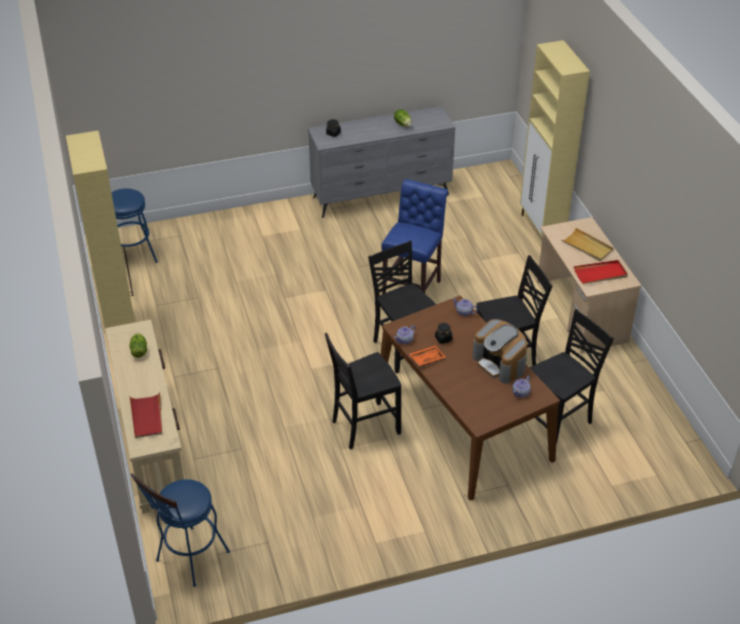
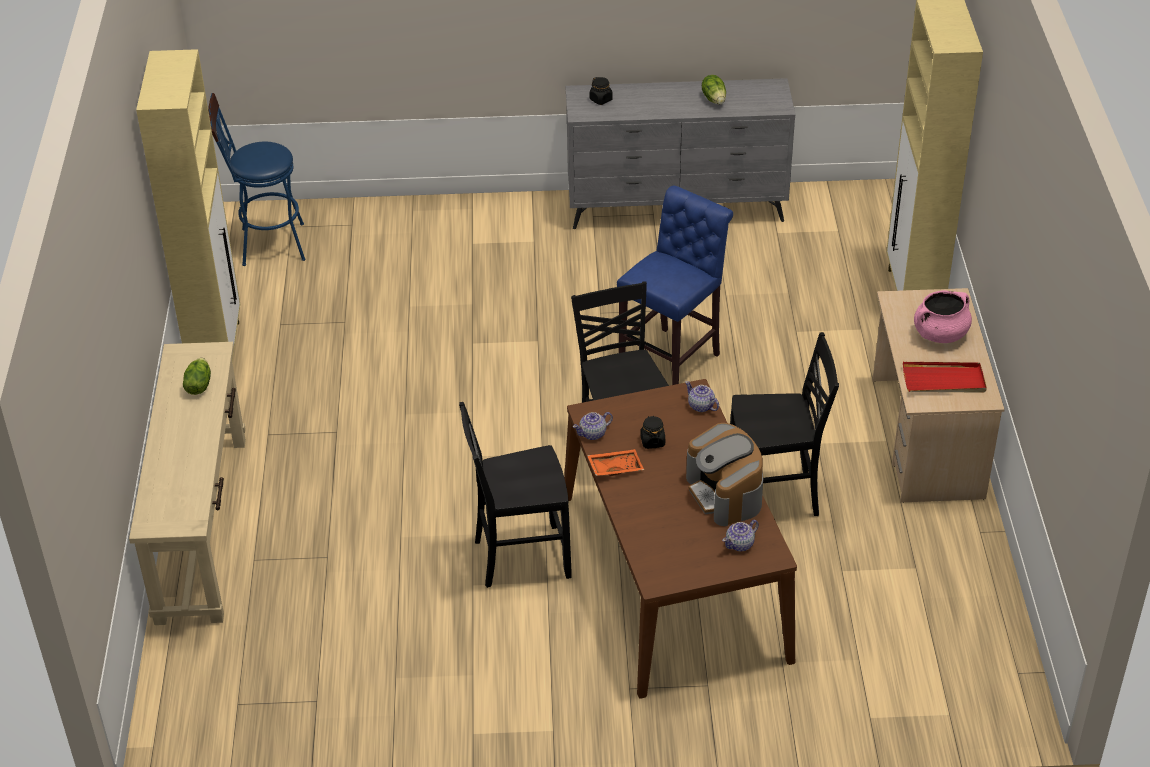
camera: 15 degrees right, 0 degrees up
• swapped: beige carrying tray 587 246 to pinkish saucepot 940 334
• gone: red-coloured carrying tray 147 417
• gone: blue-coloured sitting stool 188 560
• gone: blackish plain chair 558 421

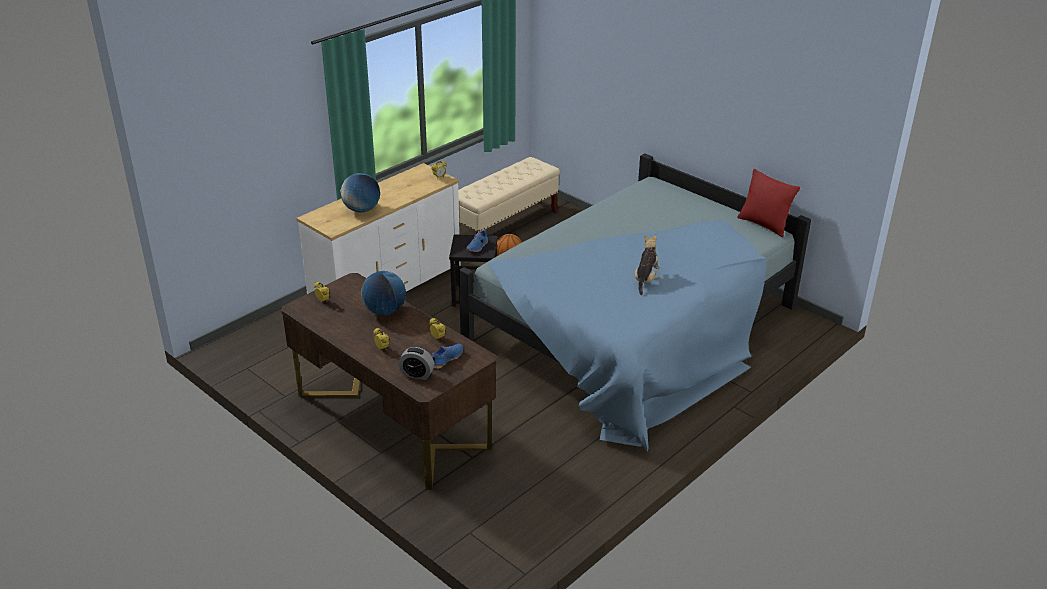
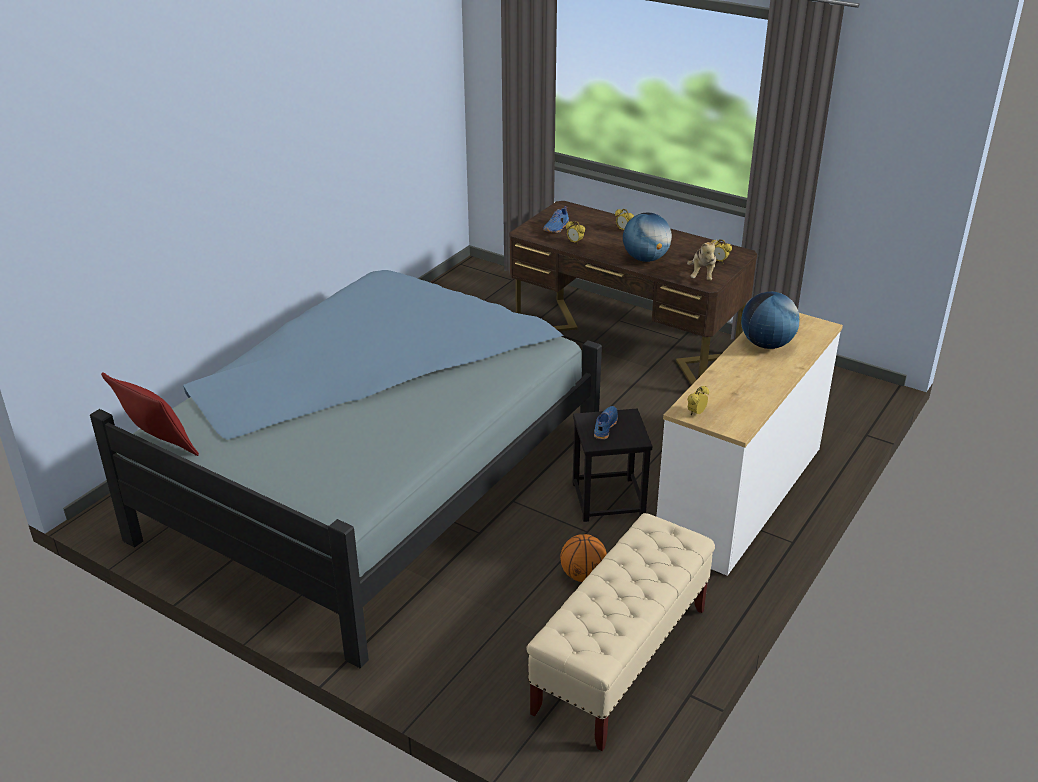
camera: 170 degrees right, 0 degrees up
• shifted: cuddly toy 646 279 to 702 275
• gone: table clock 416 374

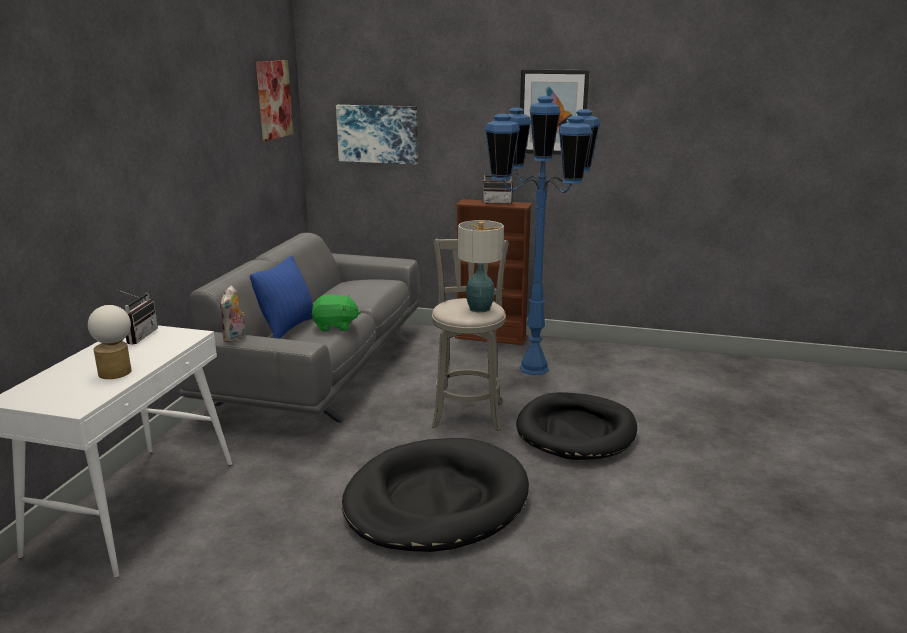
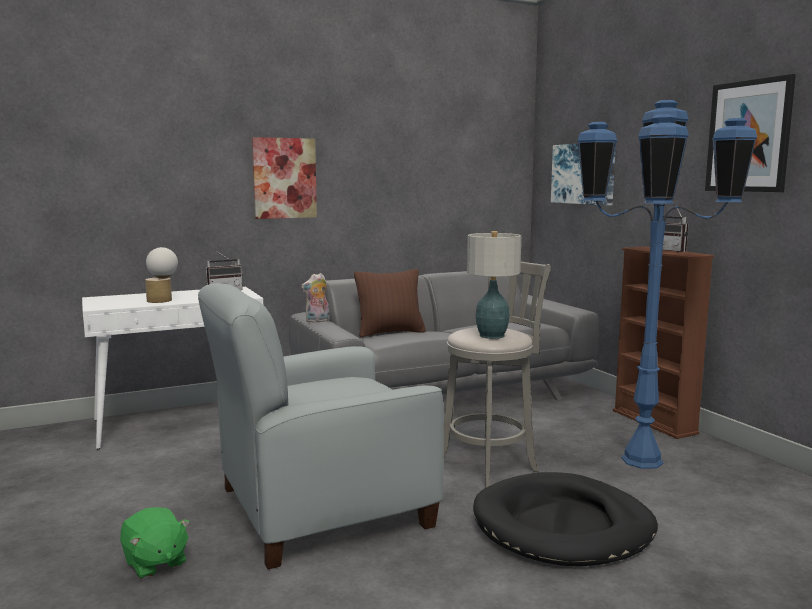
camera: 50 degrees right, 10 degrees down
• shifted: greenish cuddly toy 335 326 to 155 563
• swapped: blackish pet bed 436 501 to greyish lounge chair 319 507
• shifted: wall picture 273 99 to 284 178
• repainted: blue-coloured throw pillow 288 327 to brown-coloured throw pillow 390 333

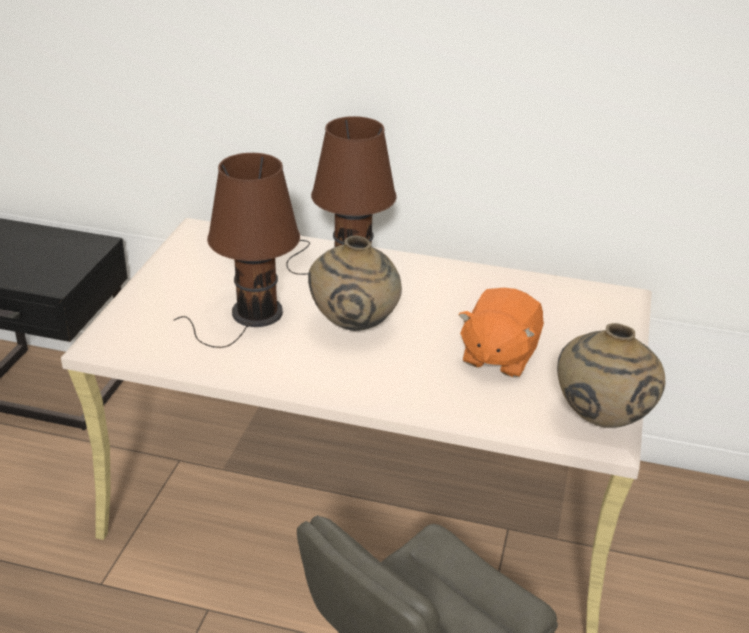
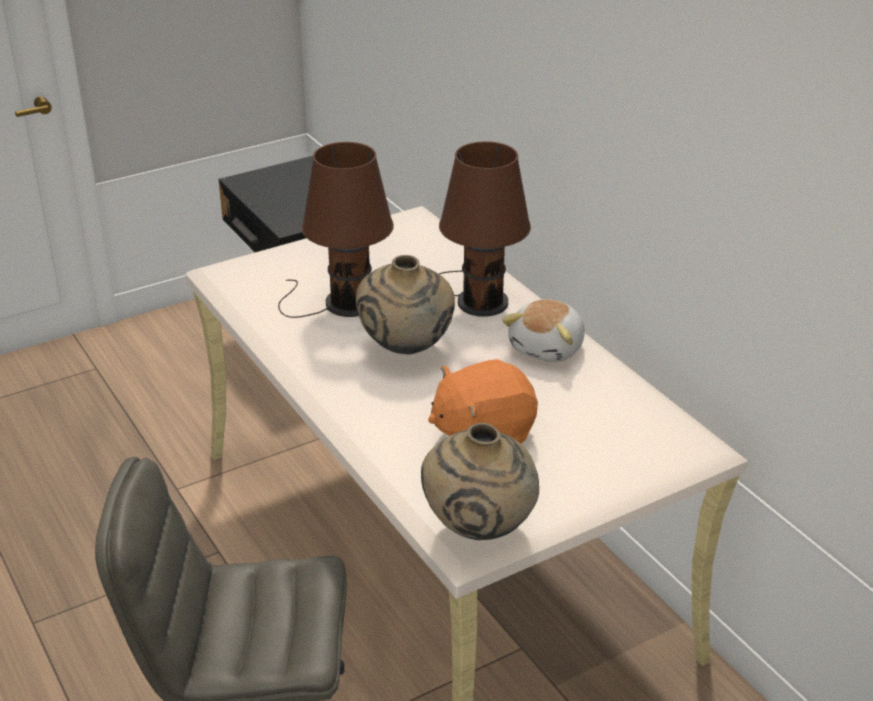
camera: 45 degrees right, 0 degrees up
• new: cuddly toy 548 348

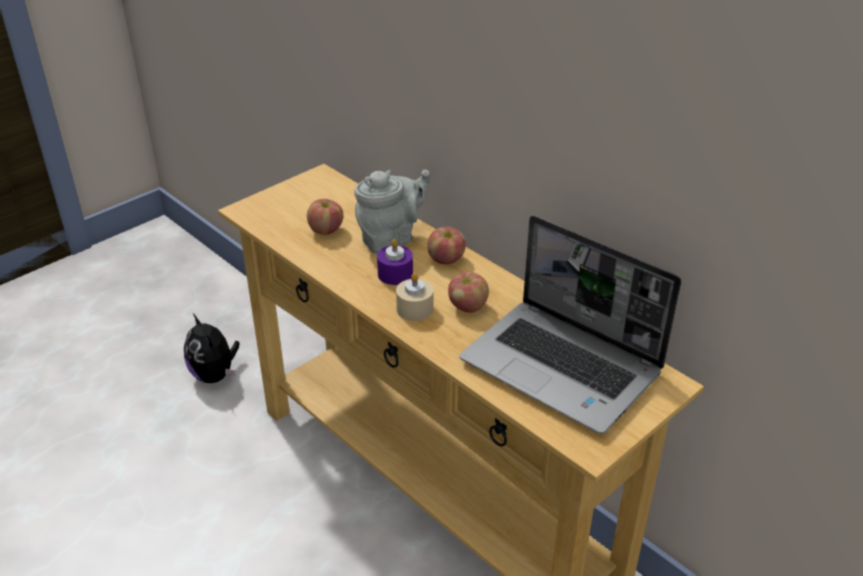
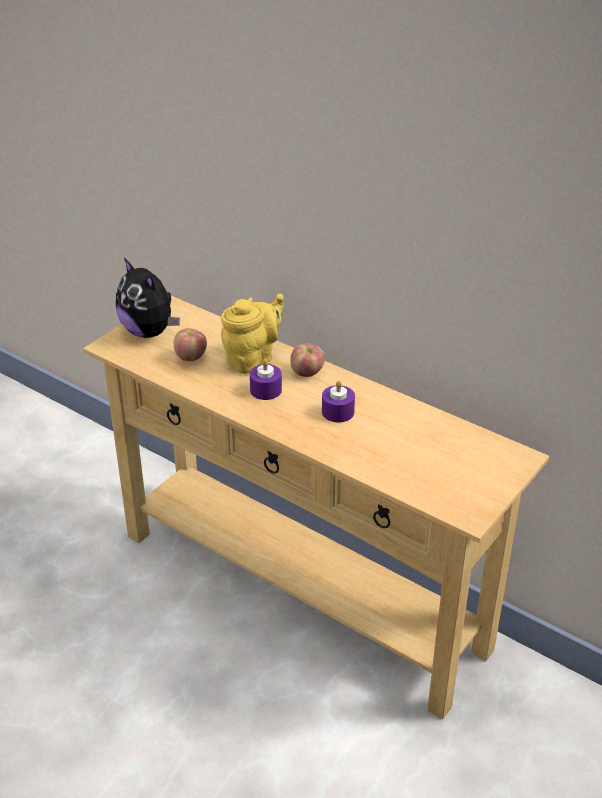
camera: 10 degrees left, 0 degrees up
• shifted: cuddly toy 215 375 to 149 332
• repainted: greyish pot for tea 391 239 to yellow pot for tea 252 358
• swapped: apple 468 307 to purplish wax light 338 412
• gone: beige wax light 415 309
• gone: portable computer 563 367

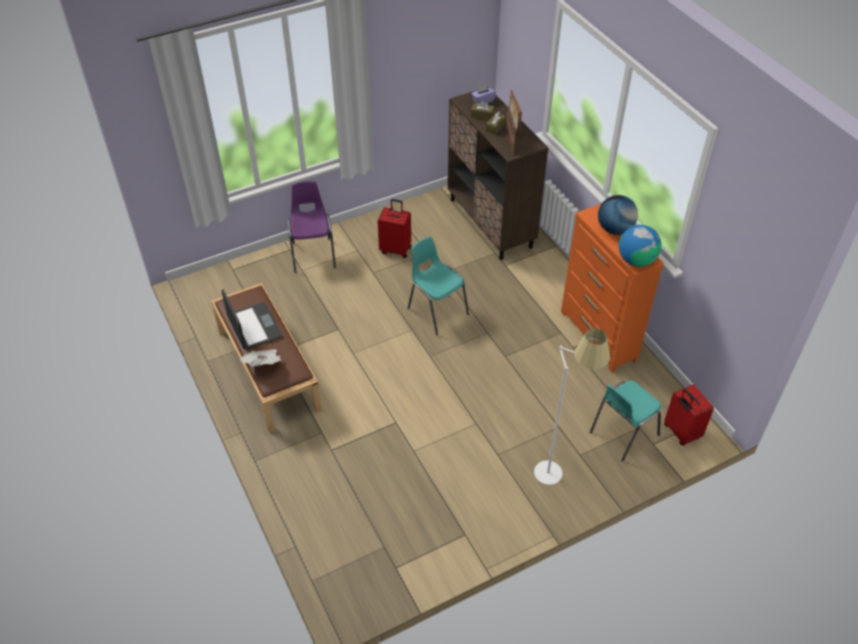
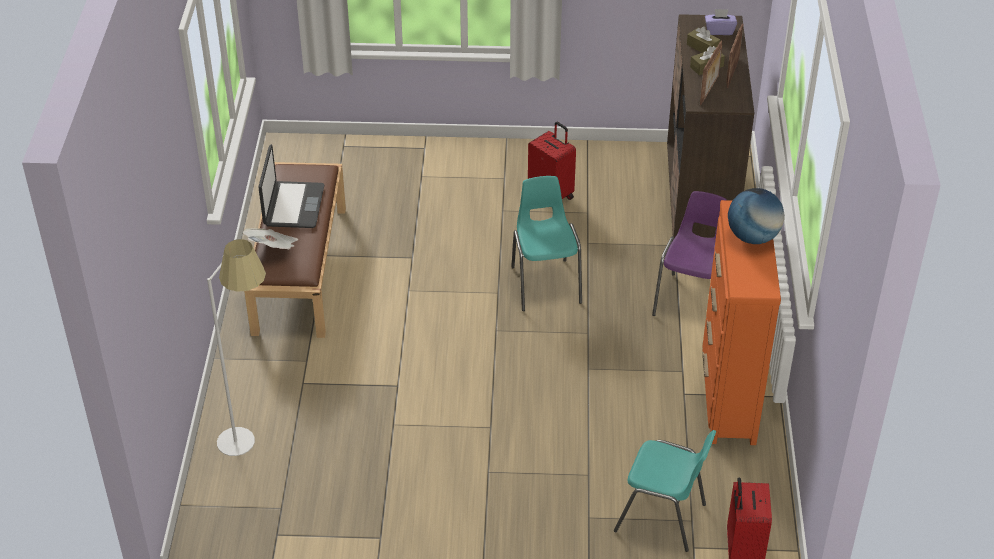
camera: 30 degrees right, 5 degrees down
• shifted: white-coloured standing lamp 559 467 to 253 442
• rotated: turquoise plain chair 622 434 = 662 518 150 degrees counterclockwise
• shifted: purplish plain chair 313 254 to 691 300
• gone: world globe 636 260

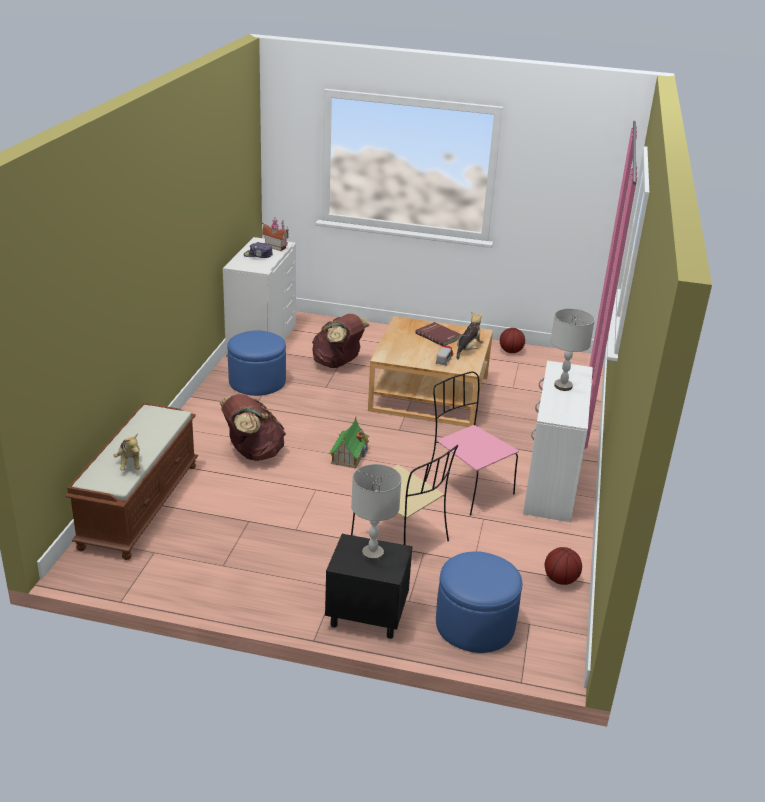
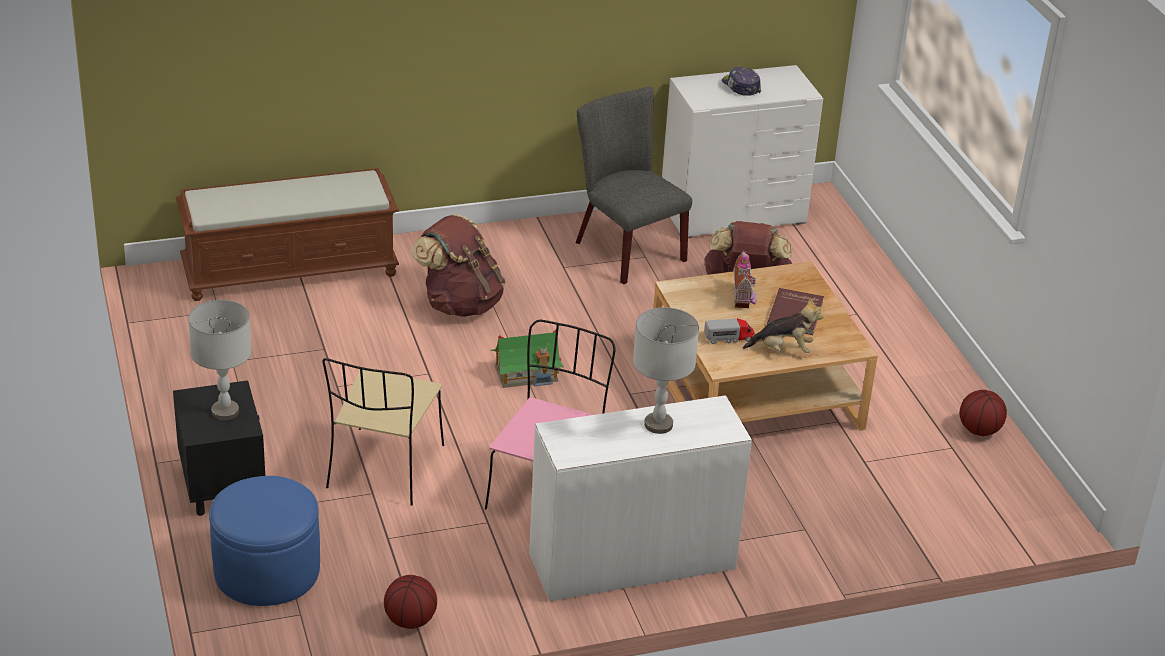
camera: 60 degrees right, 5 degrees up
• swapped: blue-coloured pouffe 257 382 to greyish plain chair 624 248
• shifted: miniature house 276 247 to 744 298
• gone: cuddly toy 130 464

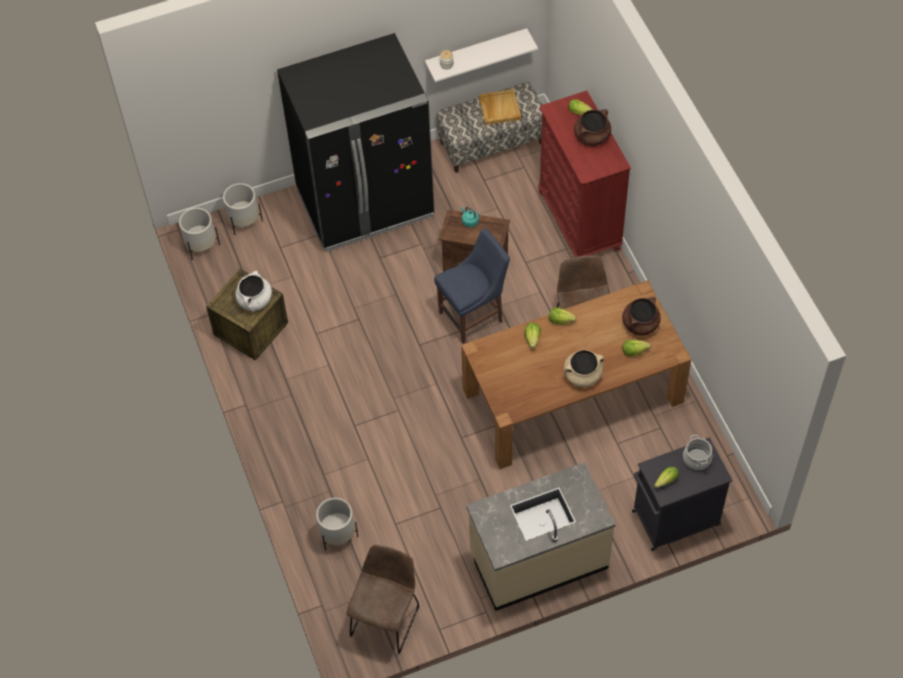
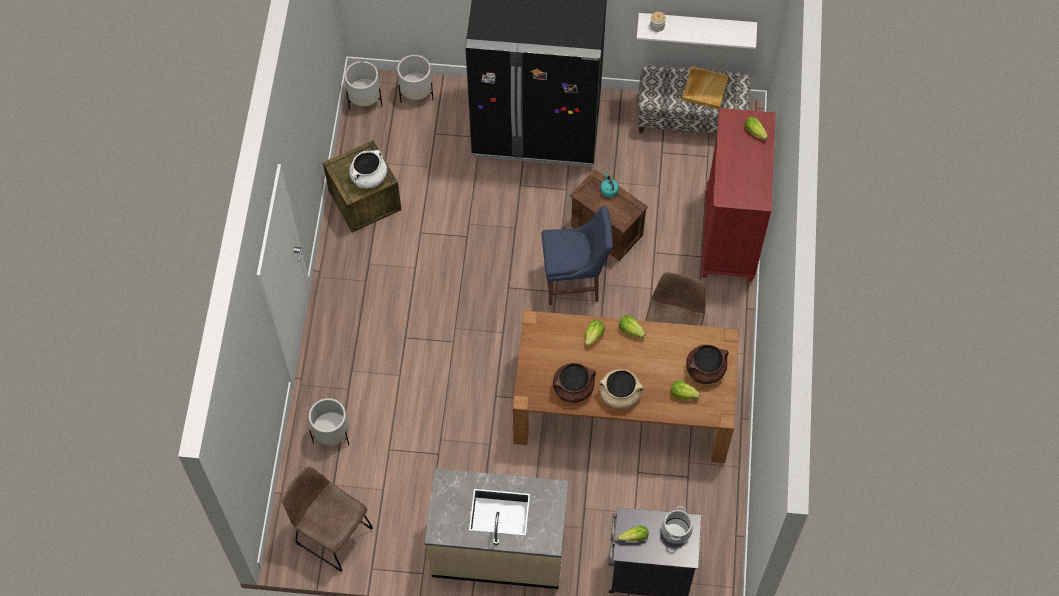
camera: 25 degrees right, 5 degrees up
• rotated: brown-coloured plain chair 386 617 = 331 533 105 degrees counterclockwise
• shifted: brown-coloured saucepot 592 136 to 573 388

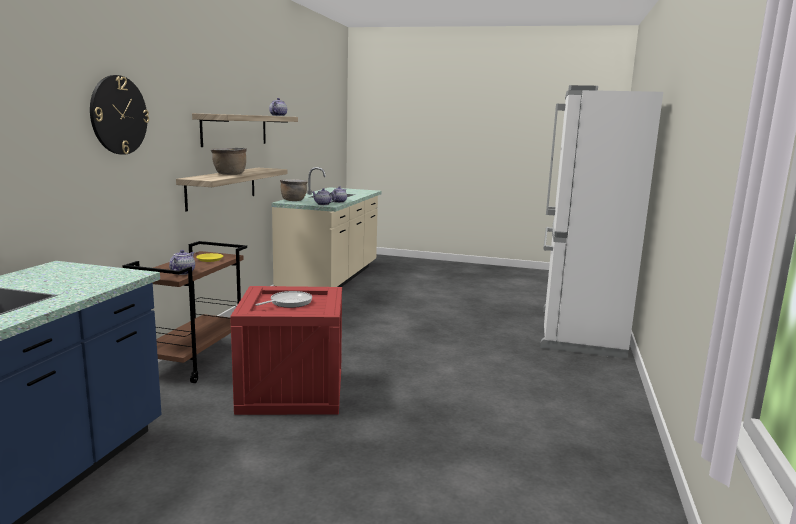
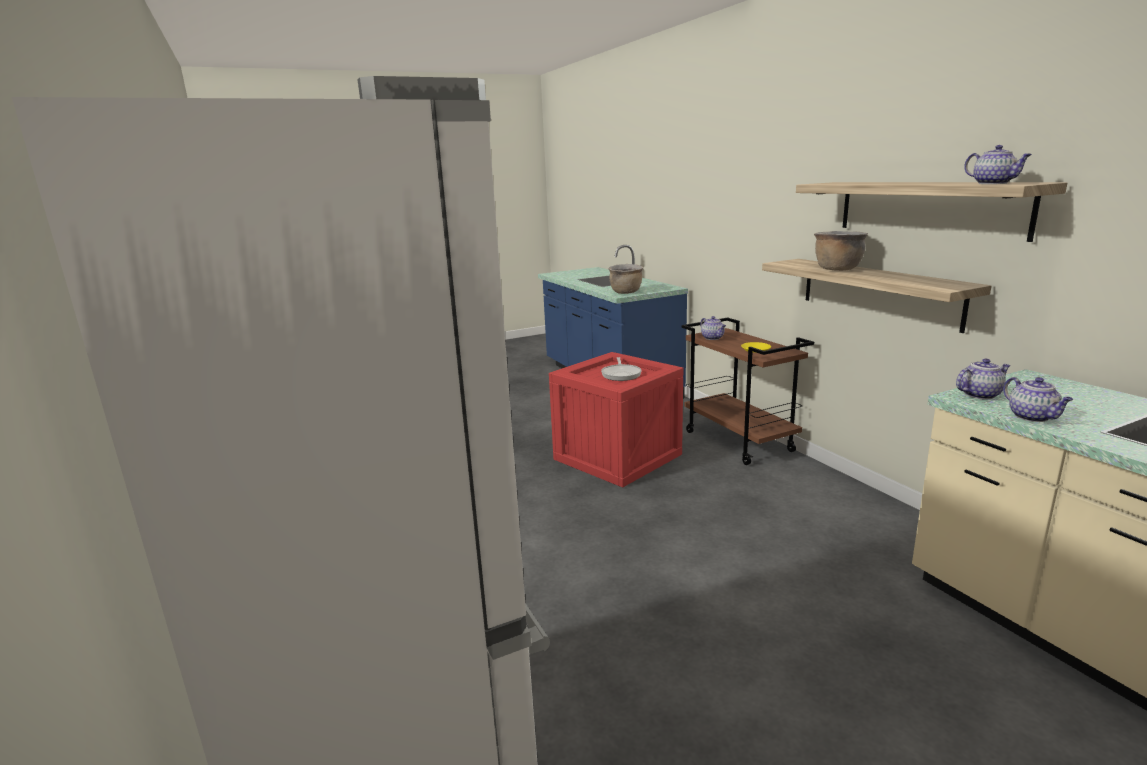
camera: 140 degrees right, 5 degrees up
• shifted: brown-coloured saucepot 293 200 to 626 292
• gone: hanging clock 118 115

